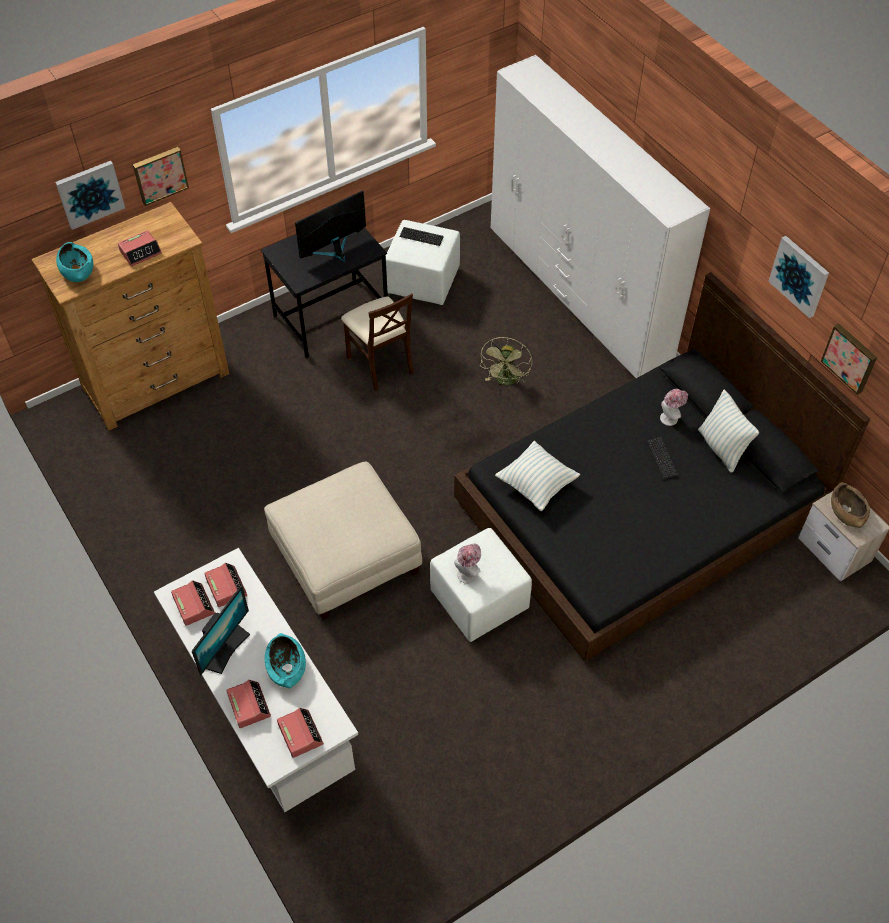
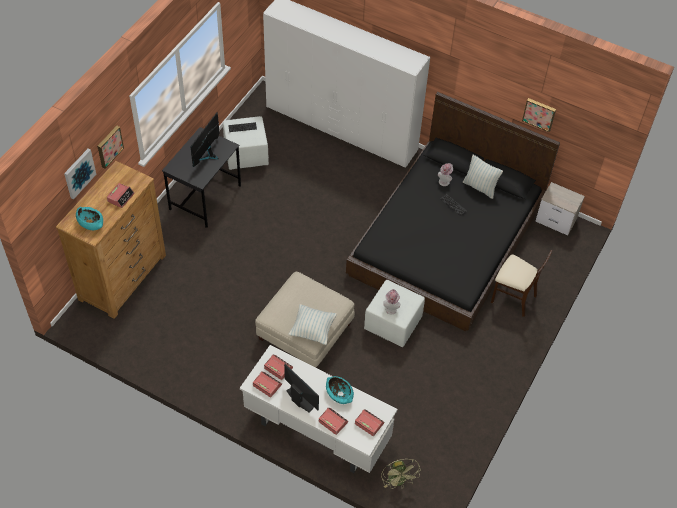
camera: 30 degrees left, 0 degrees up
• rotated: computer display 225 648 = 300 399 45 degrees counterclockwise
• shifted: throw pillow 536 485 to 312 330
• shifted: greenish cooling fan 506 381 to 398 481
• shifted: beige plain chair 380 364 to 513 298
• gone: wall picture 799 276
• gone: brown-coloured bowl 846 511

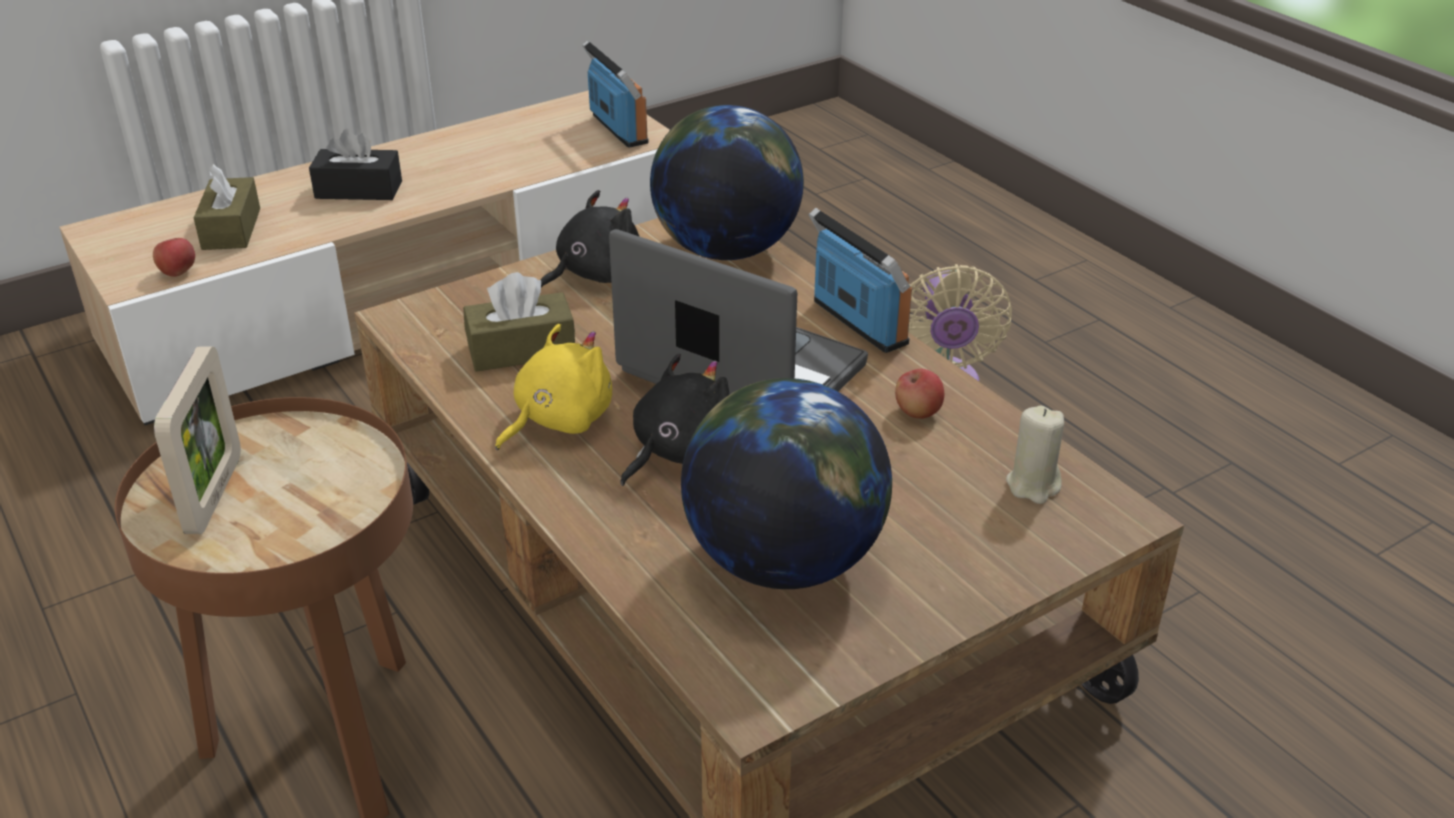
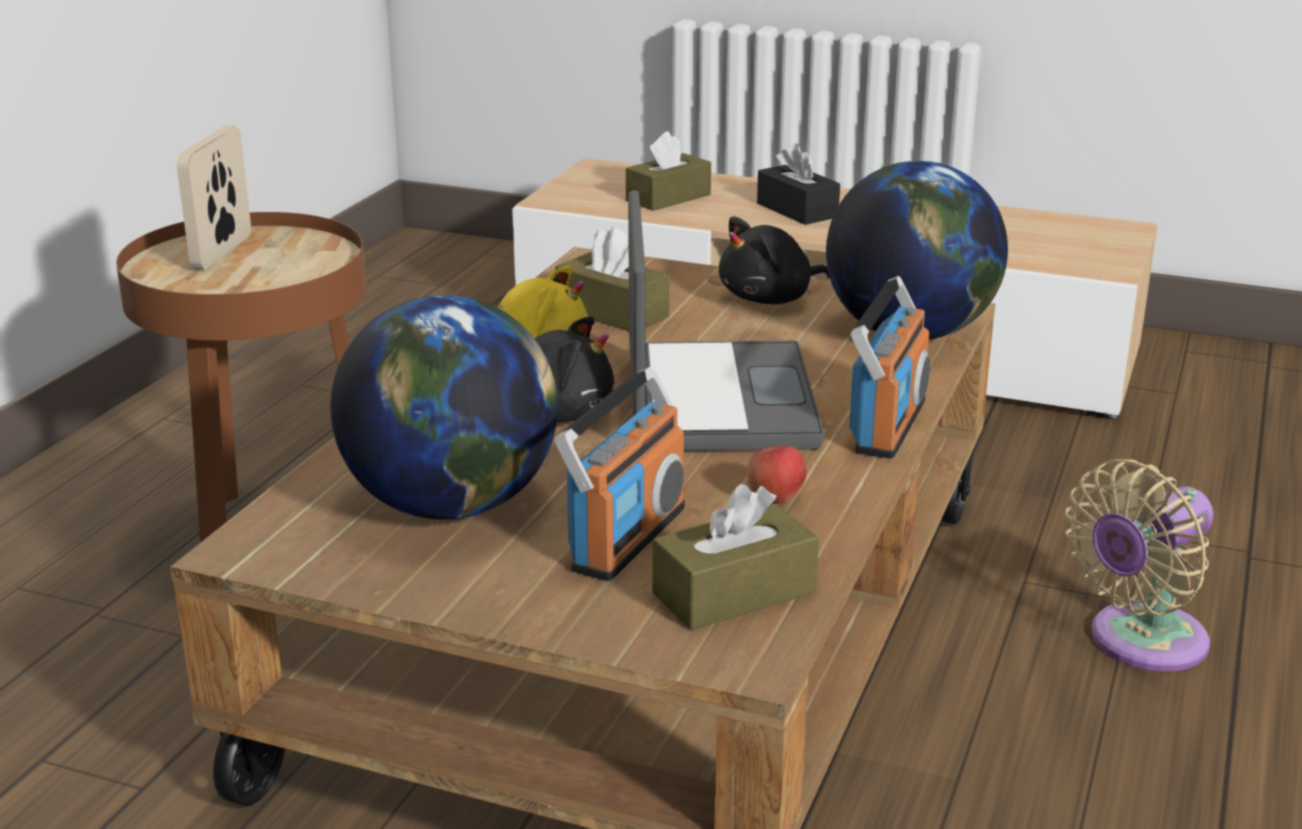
camera: 55 degrees right, 10 degrees down
• rotated: picture frame 214 494 = 222 252 135 degrees clockwise
• shifted: radio set 618 129 to 627 538
• swapped: beige wax light 1033 485 to brown-coloured tissue box 734 593
• rotated: blackish cuddly toy 593 274 = 770 299 135 degrees clockwise
• gone: apple 178 272

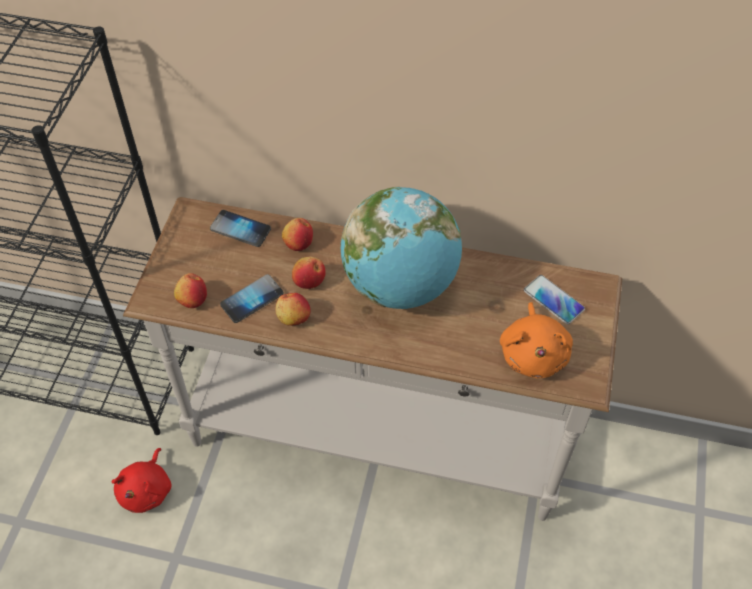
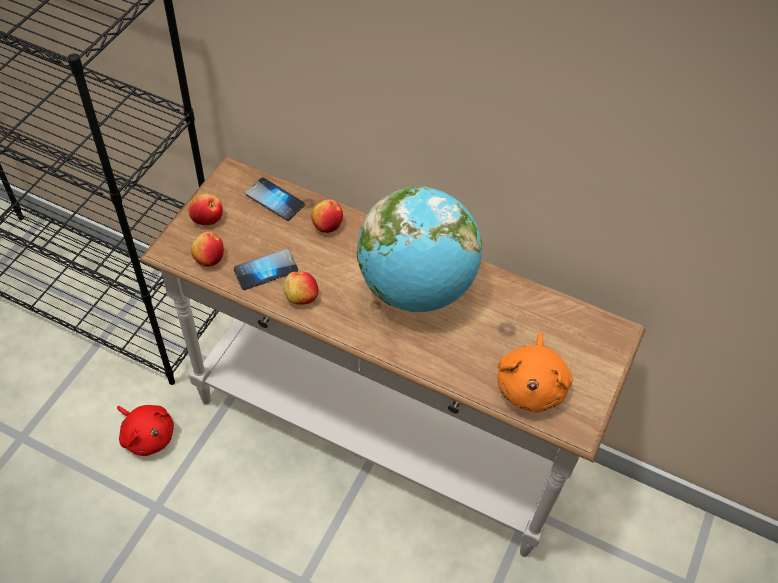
camera: 10 degrees right, 0 degrees up
• rotated: red-coloured cuddly toy 147 490 = 147 435 75 degrees counterclockwise
• shifted: apple 309 280 to 207 218
• gone: handset 553 300

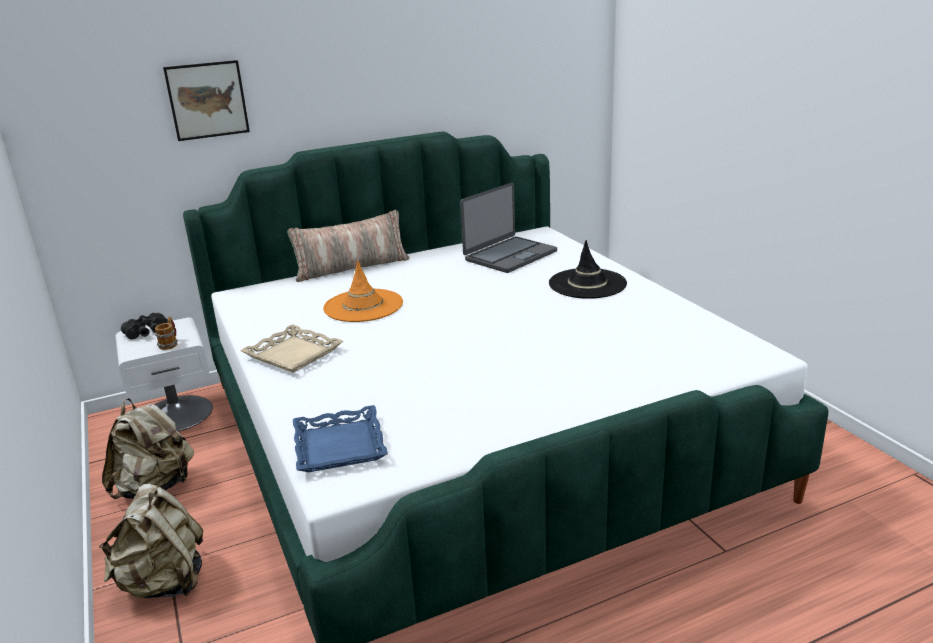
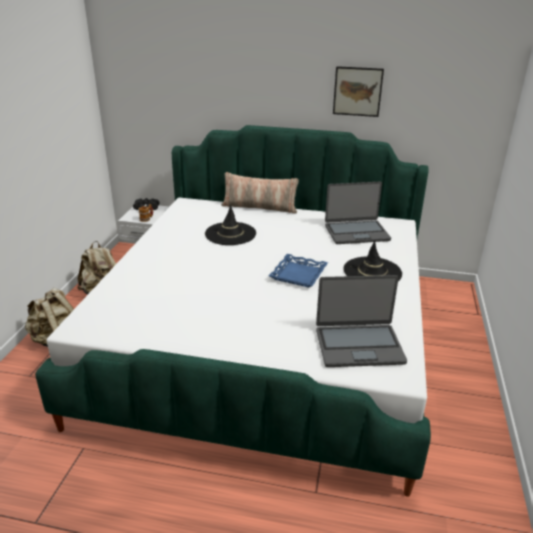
camera: 35 degrees right, 5 degrees up
• repainted: orangey wearable hat 363 306 to blackish wearable hat 230 234
• shifted: blue-coloured carrying tray 338 446 to 298 274
• new: portable computer 359 345
• shifted: wall picture 207 100 to 357 91
• gone: beige carrying tray 294 354

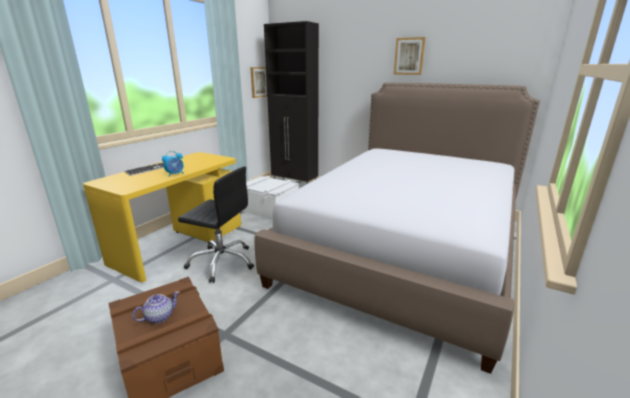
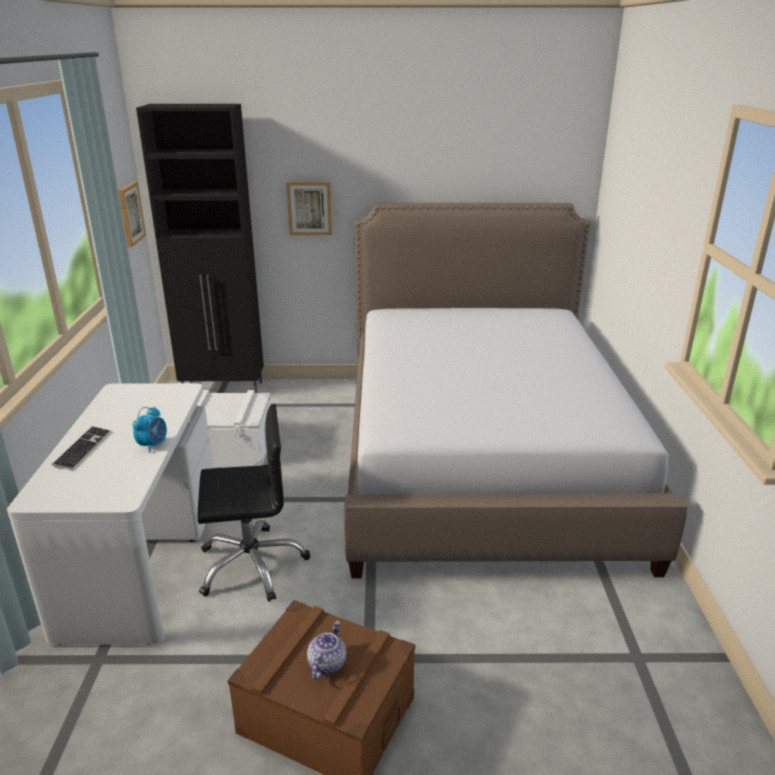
camera: 30 degrees left, 5 degrees up
• repainted: yellow desk table 180 243 to white-coloured desk table 142 559
• shifted: wall picture 409 56 to 309 208

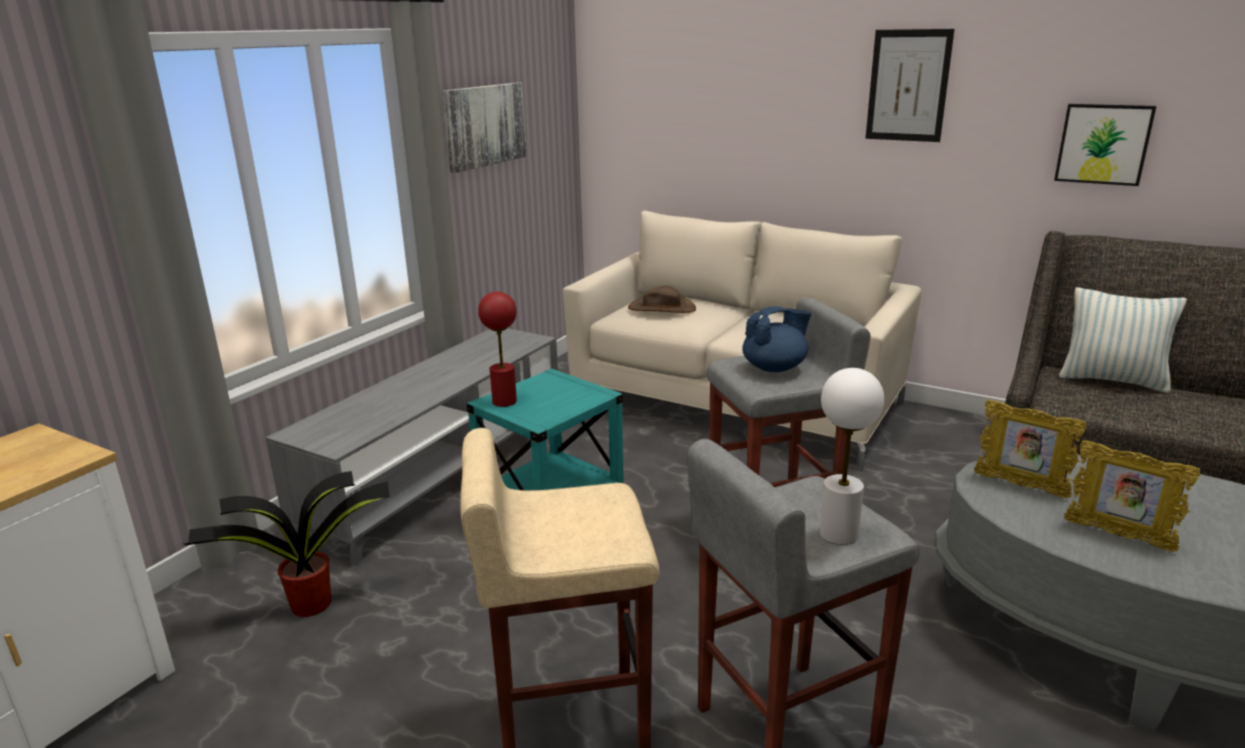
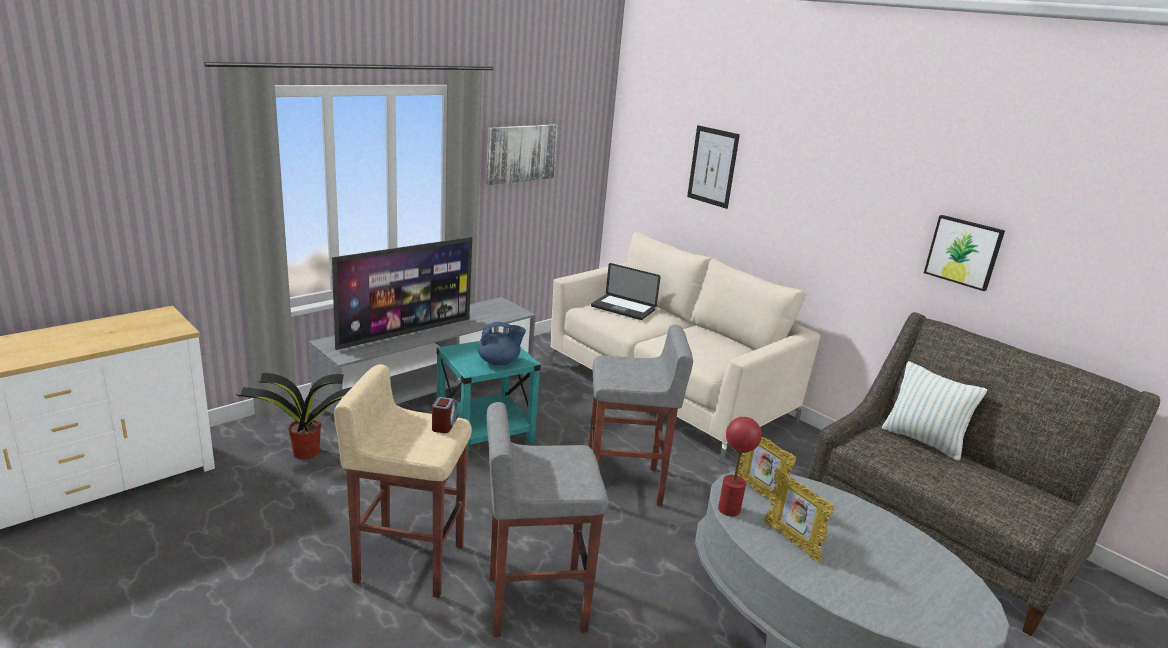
camera: 15 degrees right, 0 degrees up
• new: TV 405 333
• new: table clock 444 424
• shifted: blue-coloured pot for tea 775 368 to 499 362
• swapped: brown-coloured wearable hat 662 308 to portable computer 623 308
• shifted: wall picture 908 86 to 712 166
• shifted: red-coloured table lamp 504 401 to 729 509
• gone: white-coloured table lamp 839 534

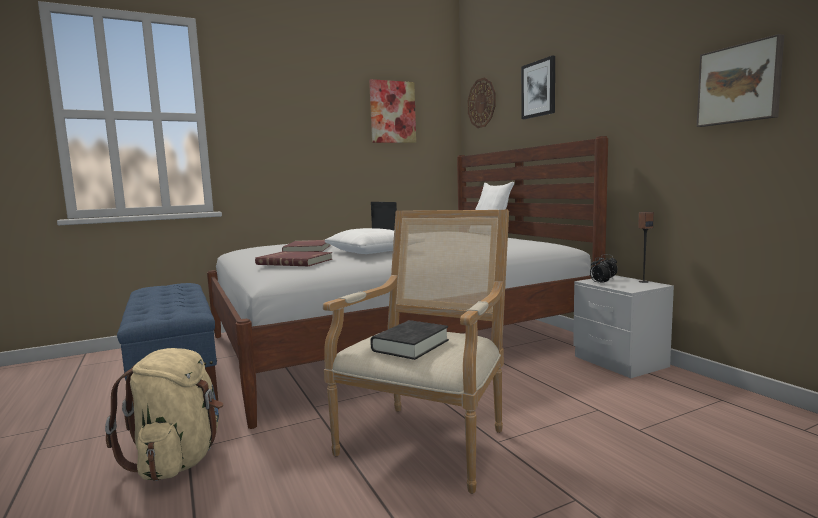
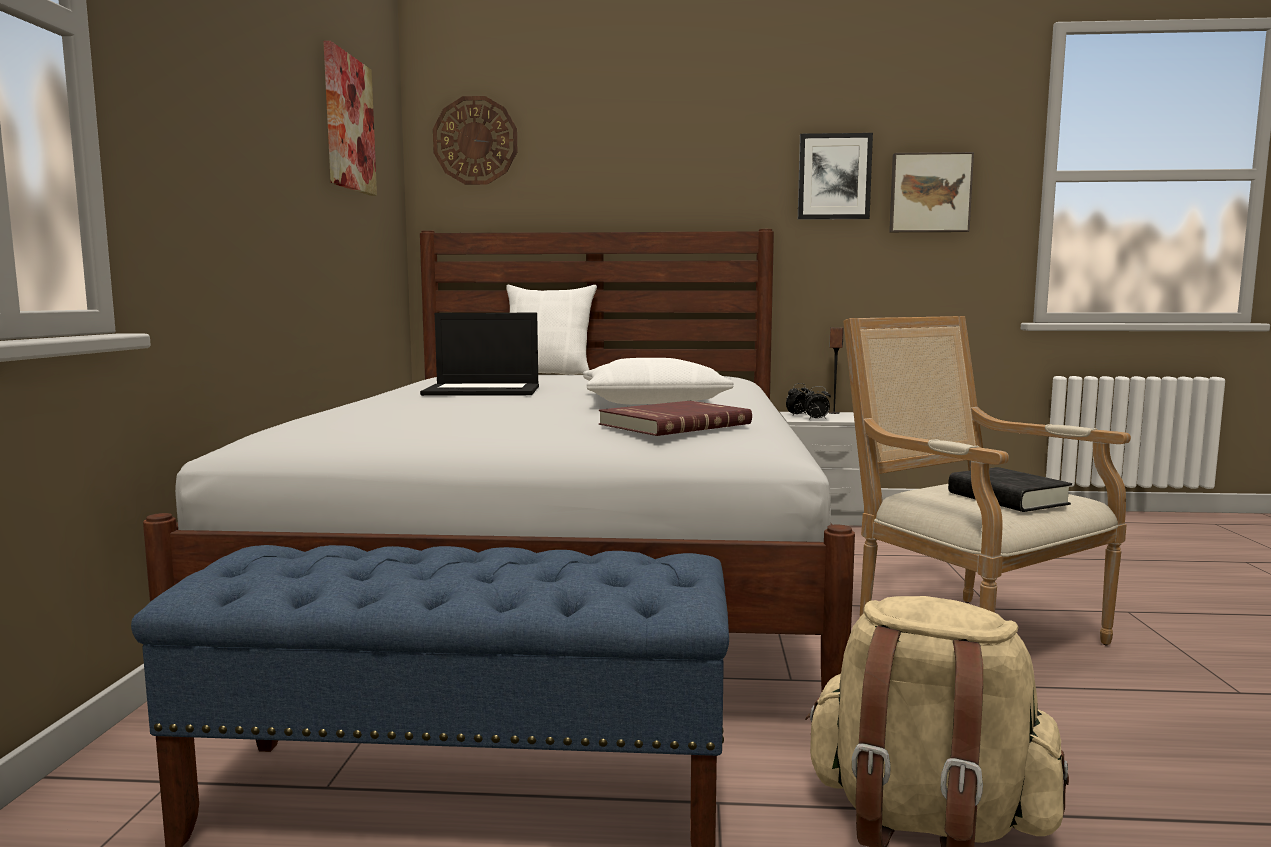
camera: 60 degrees left, 0 degrees up
• shifted: wall picture 539 89 to 834 177
• gone: red-coloured volume 309 249

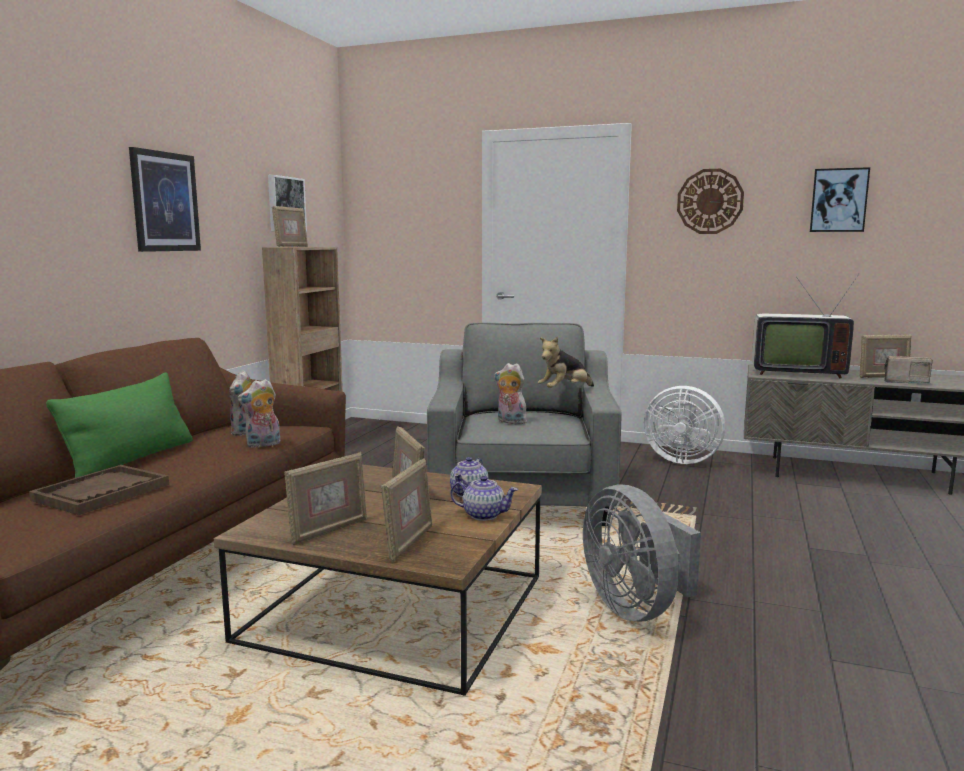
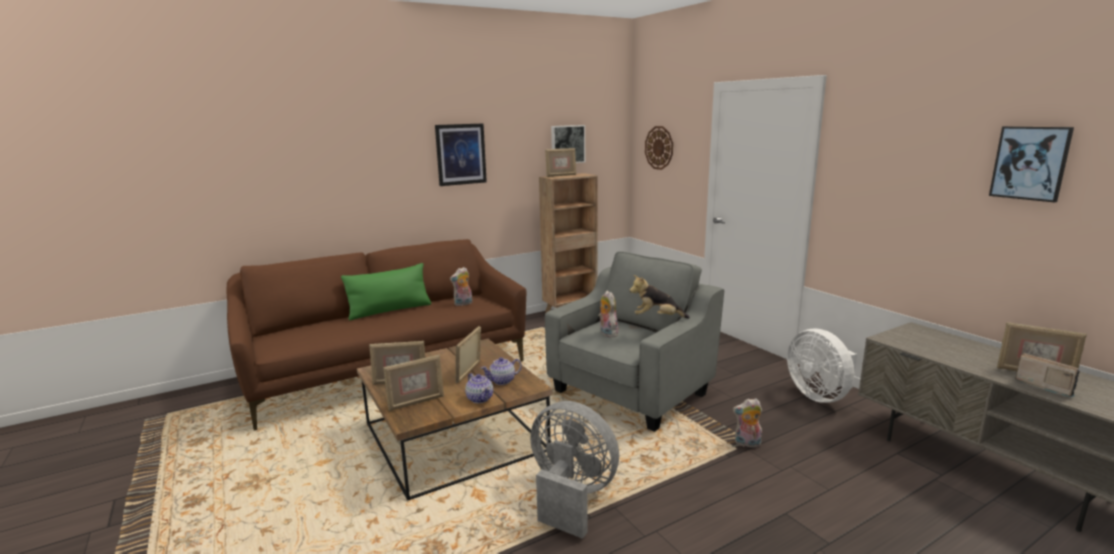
camera: 40 degrees right, 5 degrees up
• rotated: greyish cooling fan 636 608 = 571 496 105 degrees clockwise
• shifted: hanging clock 710 201 to 659 147
• shifted: cuddly toy 263 445 to 747 444
• gone: brown-coloured carrying tray 101 492
• gone: TV 795 372

